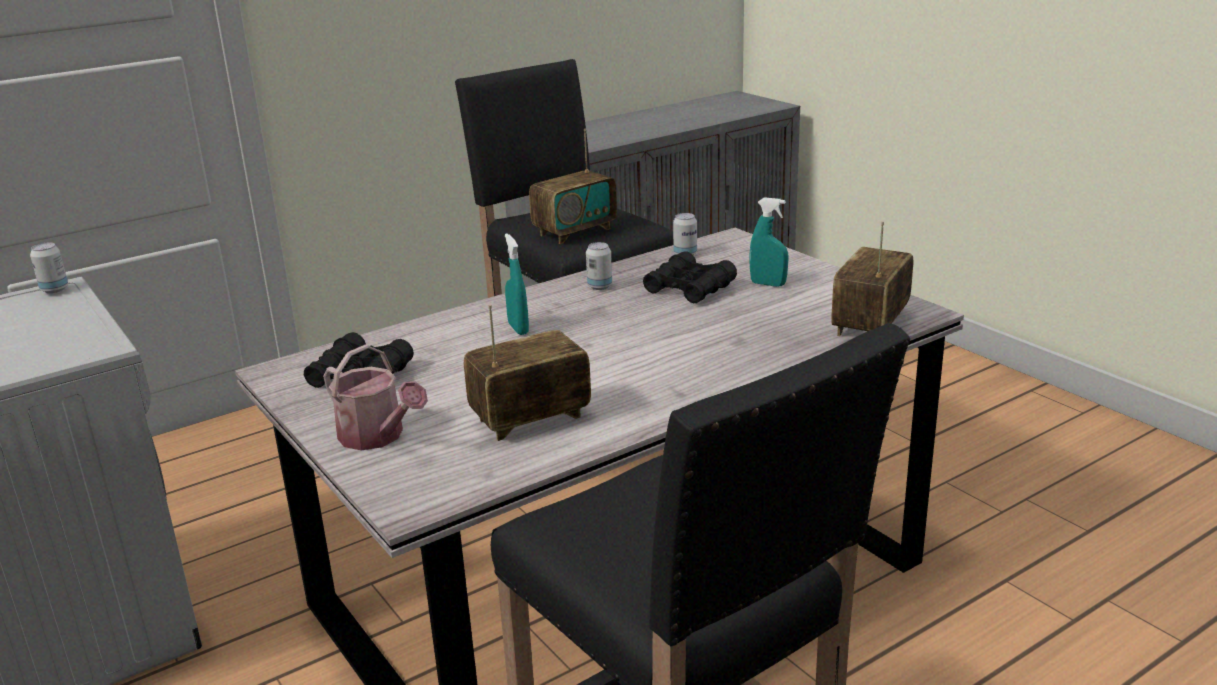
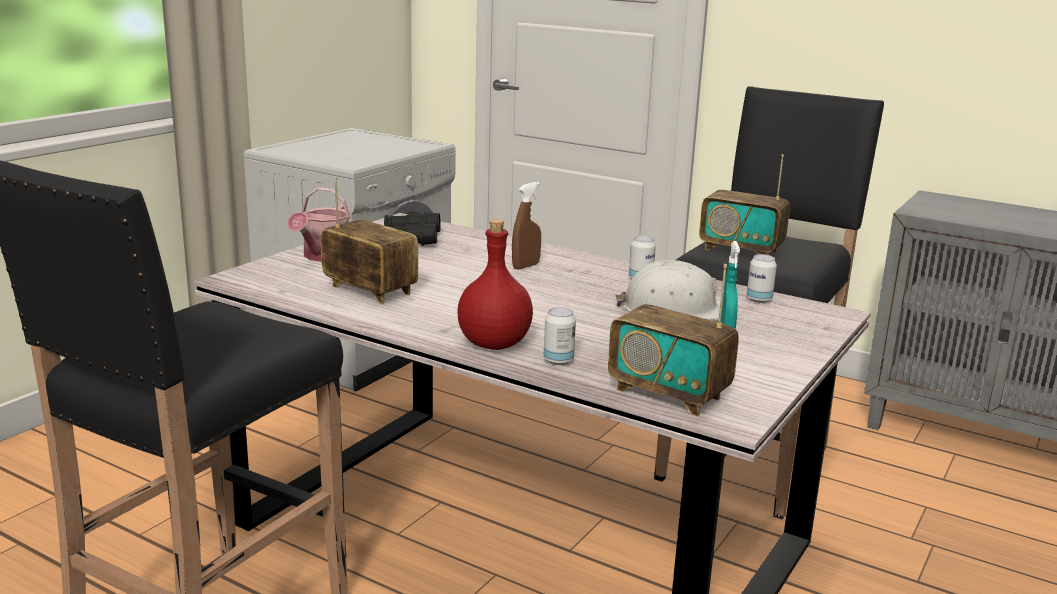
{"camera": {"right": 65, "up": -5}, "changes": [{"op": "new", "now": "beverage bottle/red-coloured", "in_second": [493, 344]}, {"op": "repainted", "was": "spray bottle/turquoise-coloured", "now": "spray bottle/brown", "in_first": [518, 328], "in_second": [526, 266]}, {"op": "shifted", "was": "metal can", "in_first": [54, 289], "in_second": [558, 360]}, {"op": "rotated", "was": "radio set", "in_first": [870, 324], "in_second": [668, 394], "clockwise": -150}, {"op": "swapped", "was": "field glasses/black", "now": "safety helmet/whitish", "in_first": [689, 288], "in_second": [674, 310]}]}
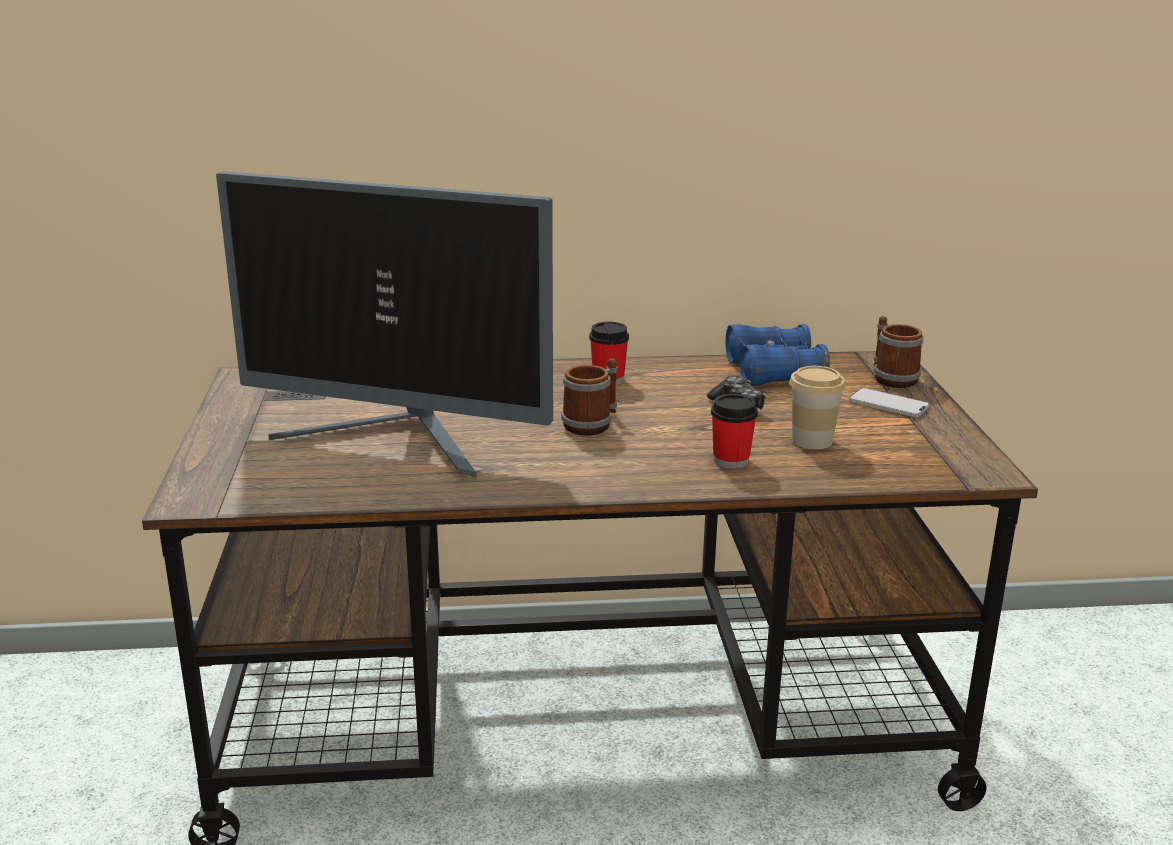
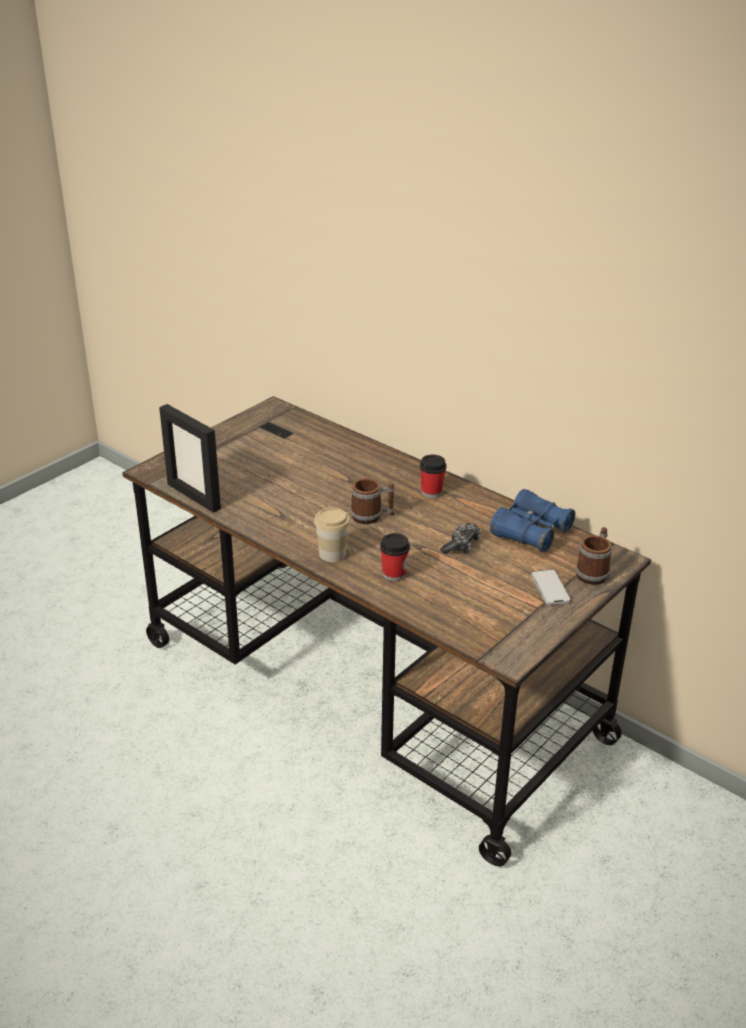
{"camera": {"right": 45, "up": 10}, "changes": [{"op": "new", "now": "photo frame", "in_second": [195, 495]}, {"op": "shifted", "was": "drinking cup", "in_first": [812, 440], "in_second": [332, 554]}, {"op": "gone", "was": "computer display", "in_first": [399, 440]}]}
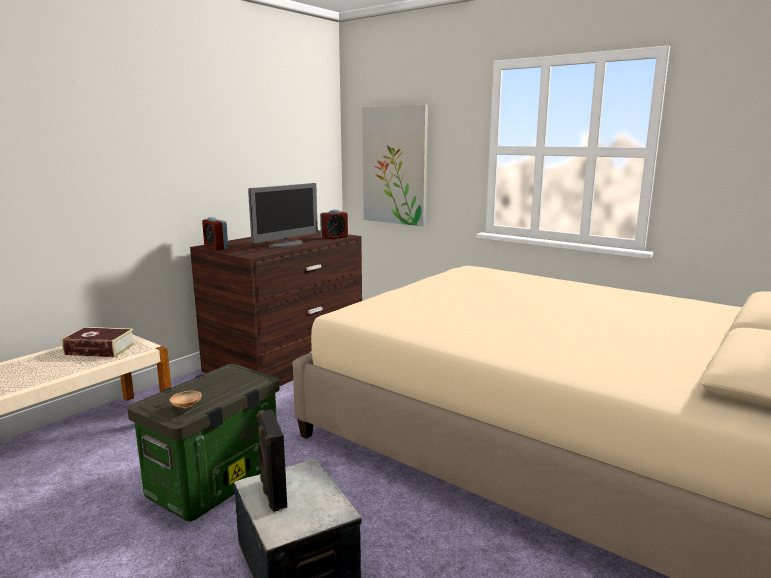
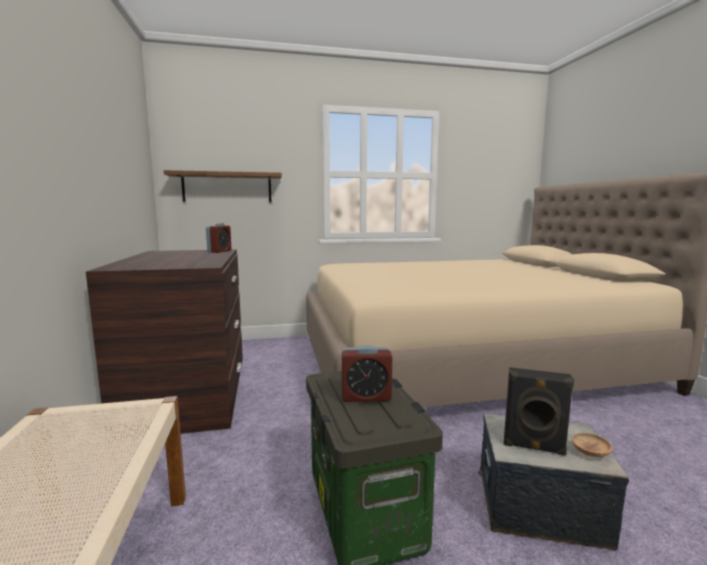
{"camera": {"right": -50, "up": -5}, "changes": [{"op": "swapped", "was": "wall art", "now": "shelf", "in_first": [395, 165], "in_second": [227, 187]}, {"op": "shifted", "was": "alarm clock", "in_first": [216, 248], "in_second": [366, 397]}, {"op": "shifted", "was": "bowl/brown", "in_first": [186, 406], "in_second": [590, 453]}, {"op": "gone", "was": "book", "in_first": [100, 349]}, {"op": "gone", "was": "computer display", "in_first": [286, 244]}]}
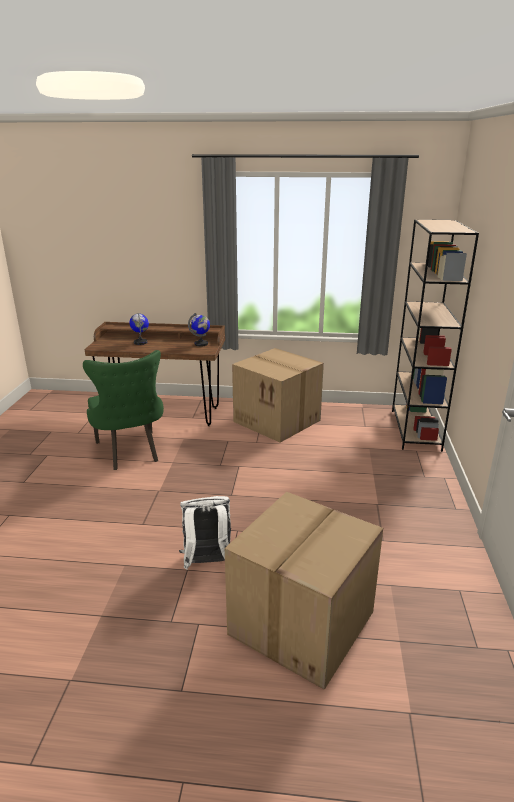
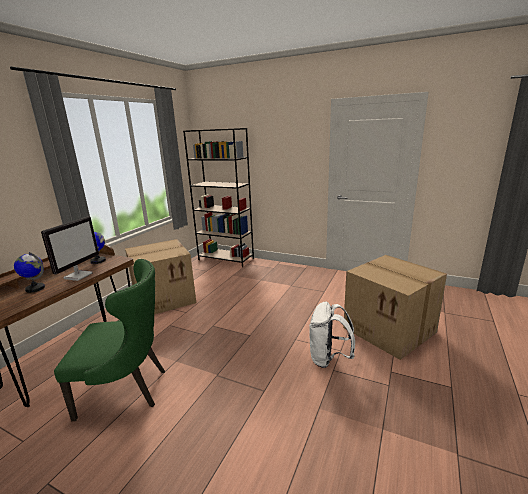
{"camera": {"right": -70, "up": -5}, "changes": [{"op": "new", "now": "computer display", "in_second": [78, 275]}]}
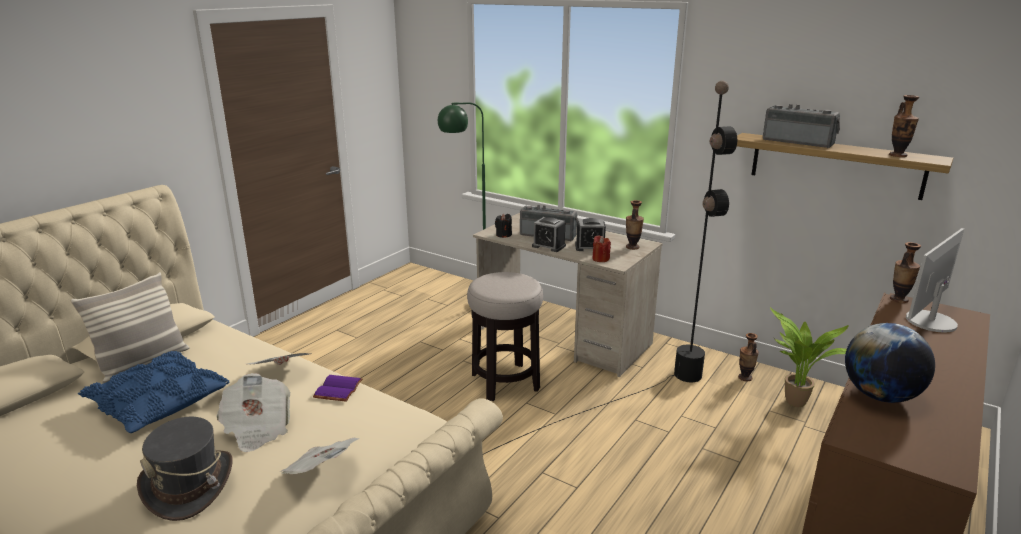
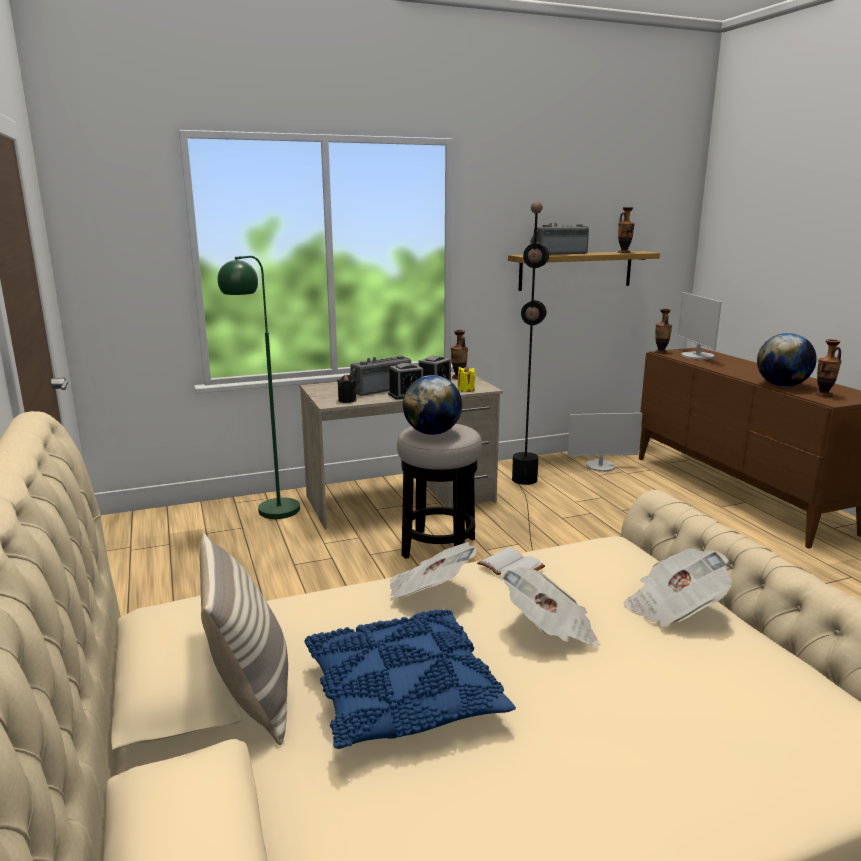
{"camera": {"right": -55, "up": -5}, "changes": [{"op": "new", "now": "world globe", "in_second": [432, 433]}, {"op": "repainted", "was": "wax light/red-coloured", "now": "wax light/yellow-coloured", "in_first": [600, 259], "in_second": [466, 389]}, {"op": "repainted", "was": "book/purplish", "now": "book/whitish", "in_first": [339, 390], "in_second": [512, 566]}, {"op": "swapped", "was": "potted plant", "now": "computer display", "in_first": [794, 404], "in_second": [600, 466]}, {"op": "shifted", "was": "decorative vase", "in_first": [745, 378], "in_second": [823, 395]}, {"op": "gone", "was": "hat/gray", "in_first": [189, 485]}]}
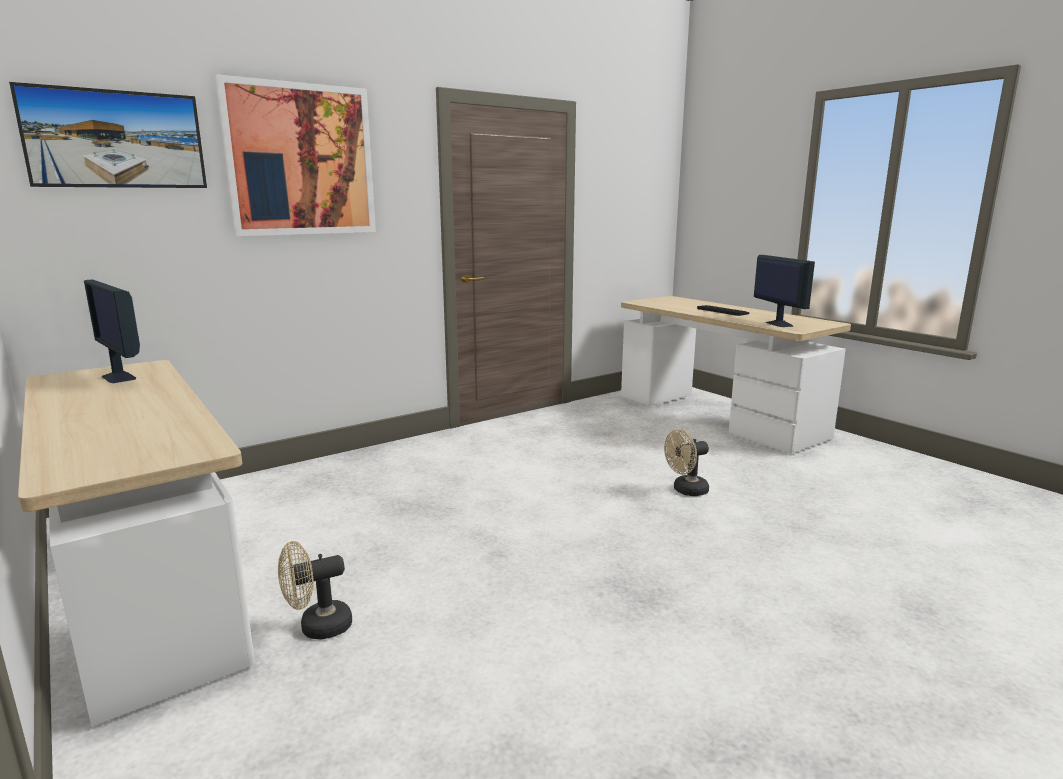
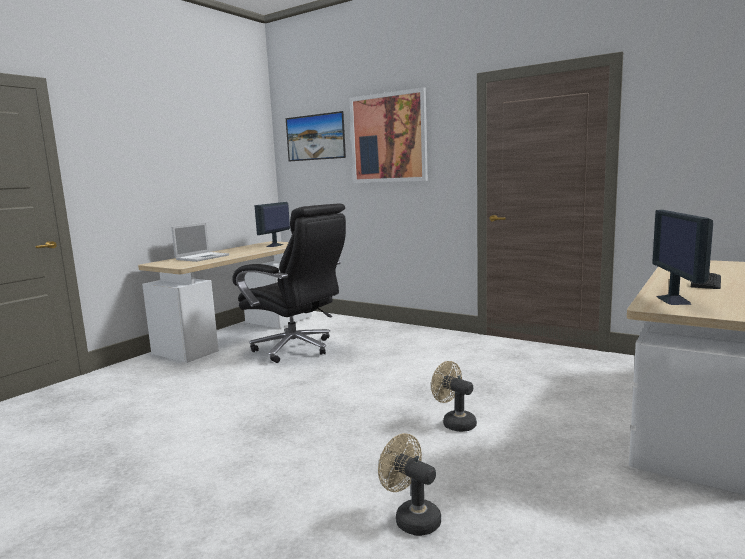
{"camera": {"right": 70, "up": -5}, "changes": [{"op": "new", "now": "portable computer", "in_second": [203, 257]}, {"op": "new", "now": "office chair/black", "in_second": [297, 350]}, {"op": "shifted", "was": "electric fan/sand-coloured", "in_first": [317, 627], "in_second": [411, 518]}, {"op": "rotated", "was": "computer display", "in_first": [778, 324], "in_second": [674, 300], "clockwise": 135}]}
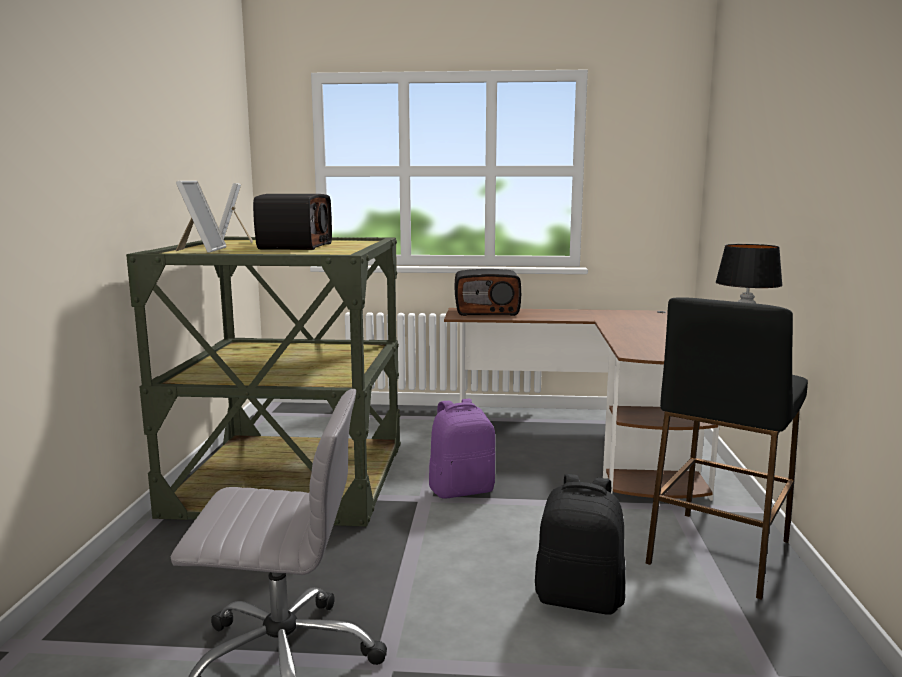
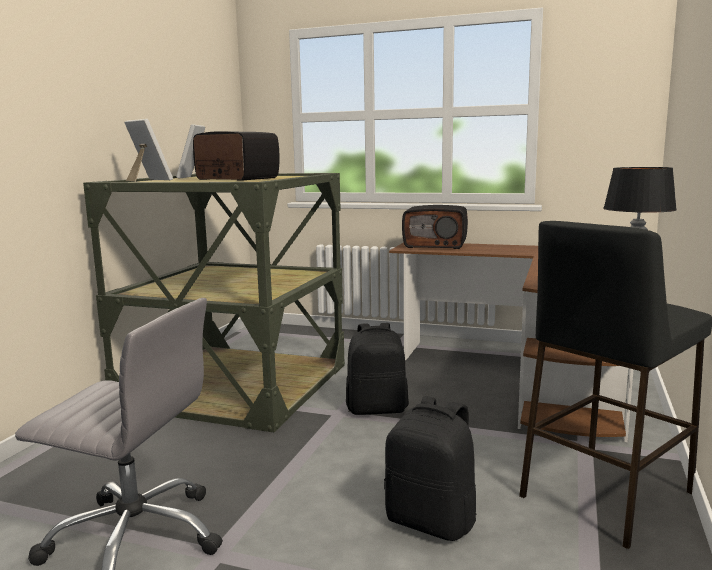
{"camera": {"right": 15, "up": 0}, "changes": [{"op": "rotated", "was": "photo frame", "in_first": [201, 250], "in_second": [148, 180], "clockwise": -60}, {"op": "rotated", "was": "radio set", "in_first": [294, 246], "in_second": [236, 179], "clockwise": -75}, {"op": "repainted", "was": "rucksack/purplish", "now": "rucksack/black", "in_first": [462, 490], "in_second": [377, 409]}]}
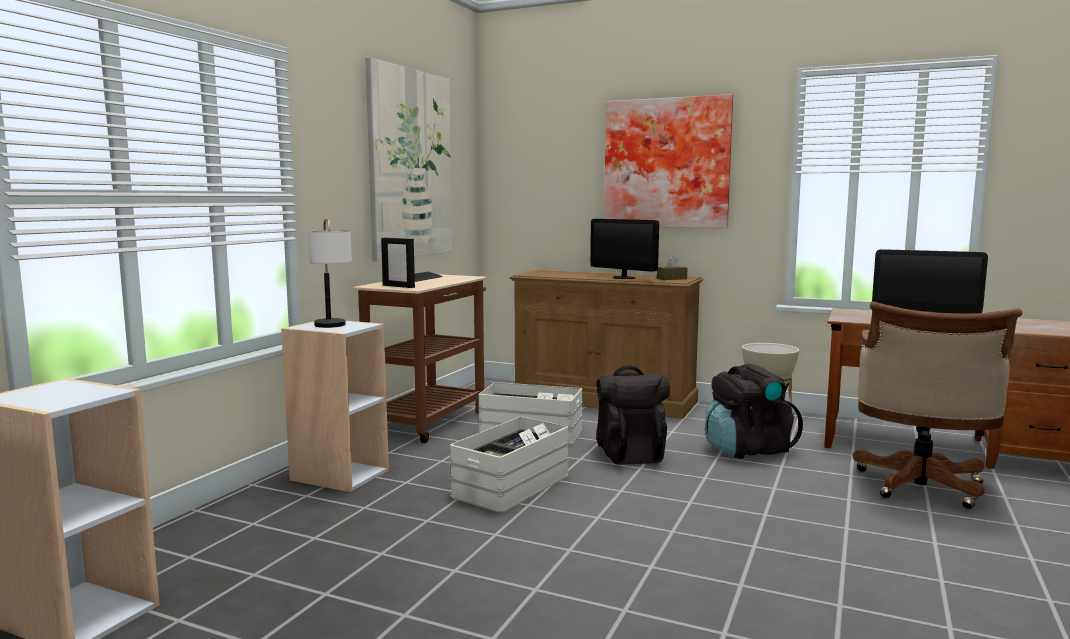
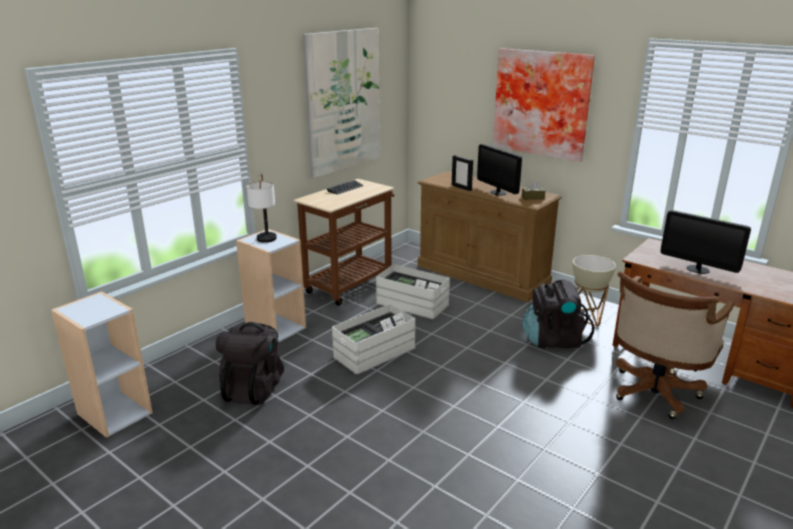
{"camera": {"right": 15, "up": 15}, "changes": [{"op": "shifted", "was": "rucksack/black", "in_first": [629, 453], "in_second": [253, 388]}, {"op": "shifted", "was": "photo frame", "in_first": [399, 286], "in_second": [461, 187]}]}
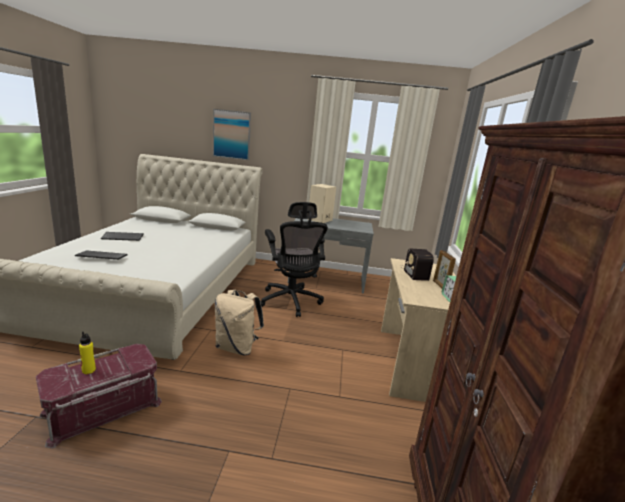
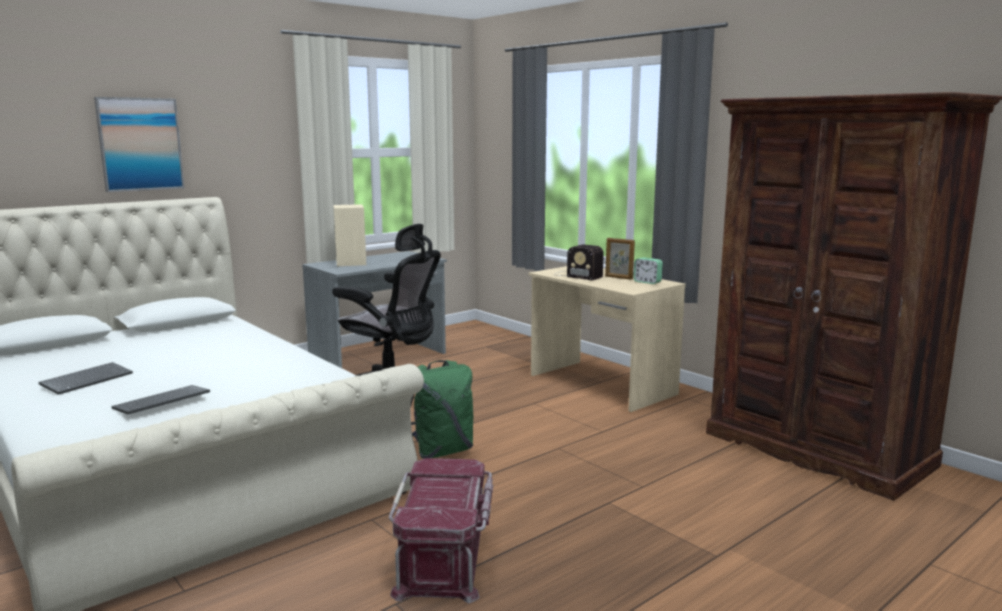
{"camera": {"right": -45, "up": -5}, "changes": [{"op": "repainted", "was": "rucksack/sand-coloured", "now": "rucksack/greenish", "in_first": [237, 348], "in_second": [441, 451]}, {"op": "gone", "was": "beverage bottle/yellow-coloured", "in_first": [89, 370]}]}
